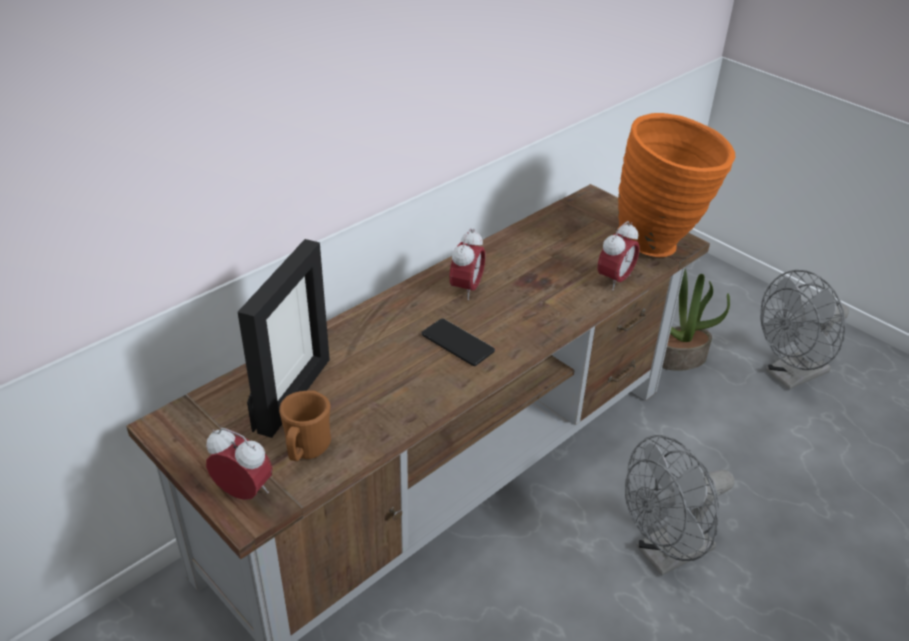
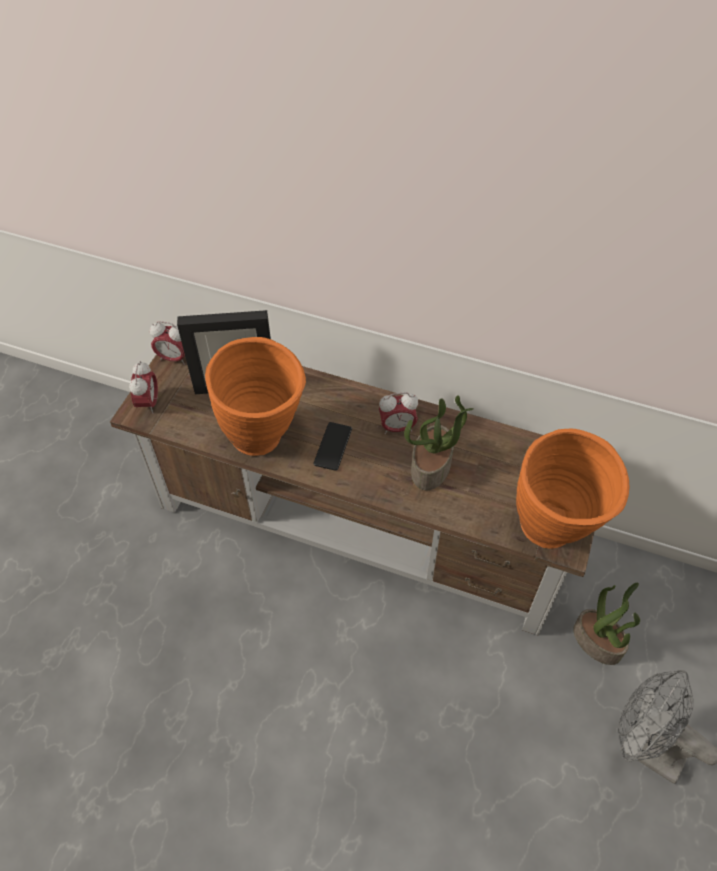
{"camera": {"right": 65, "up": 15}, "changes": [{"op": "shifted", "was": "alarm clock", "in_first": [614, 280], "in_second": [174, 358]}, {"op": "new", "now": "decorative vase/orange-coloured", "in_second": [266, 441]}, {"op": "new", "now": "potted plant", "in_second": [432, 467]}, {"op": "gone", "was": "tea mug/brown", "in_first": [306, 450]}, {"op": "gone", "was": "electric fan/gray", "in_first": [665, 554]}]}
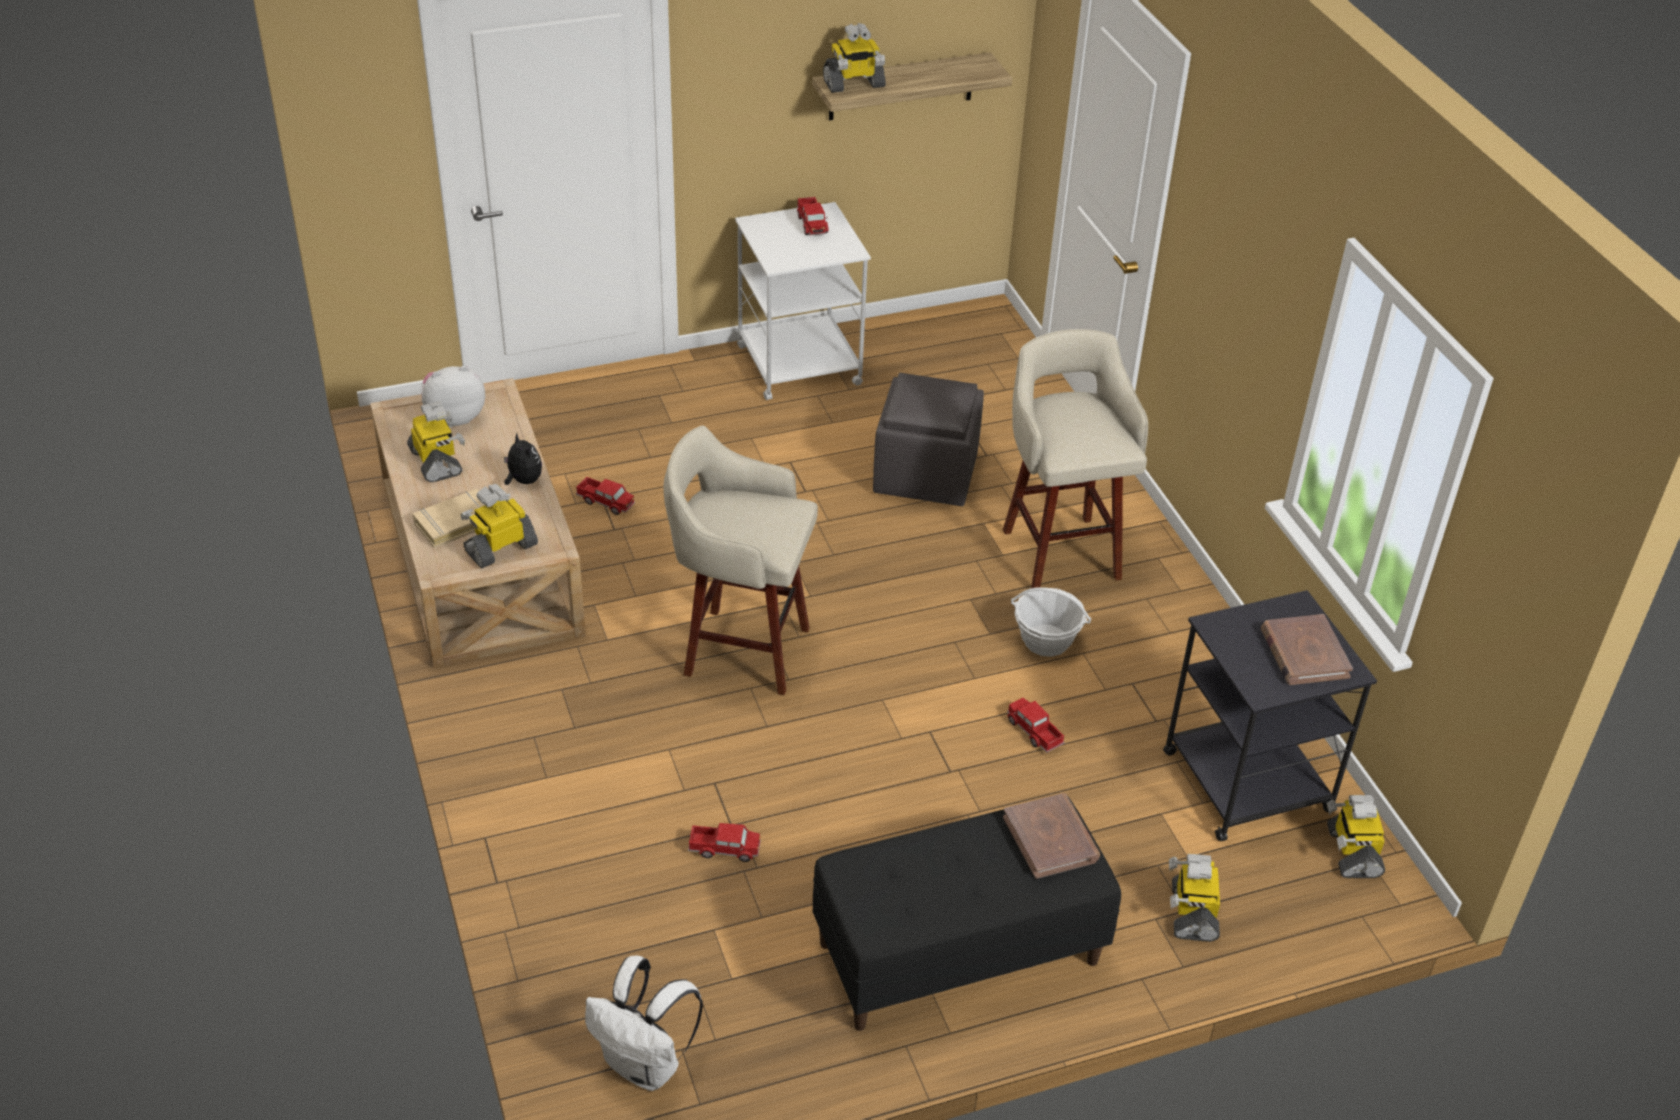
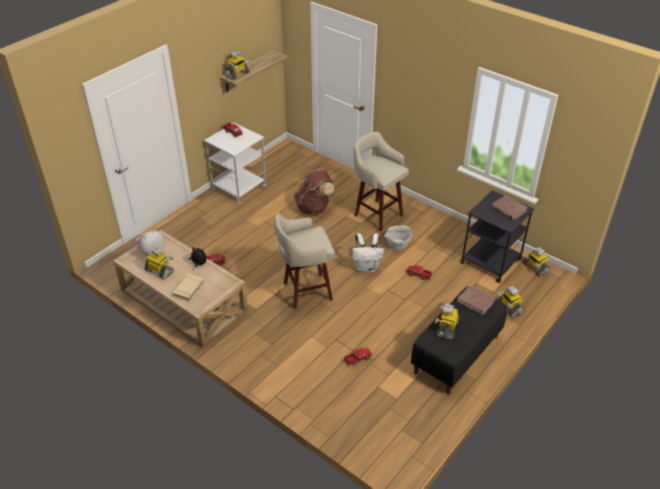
{"camera": {"right": -30, "up": 0}, "changes": [{"op": "swapped", "was": "footrest/gray", "now": "rucksack/brown", "in_first": [926, 475], "in_second": [314, 207]}, {"op": "shifted", "was": "rucksack/whitish", "in_first": [646, 1065], "in_second": [366, 267]}, {"op": "shifted", "was": "model robot", "in_first": [501, 548], "in_second": [447, 328]}]}
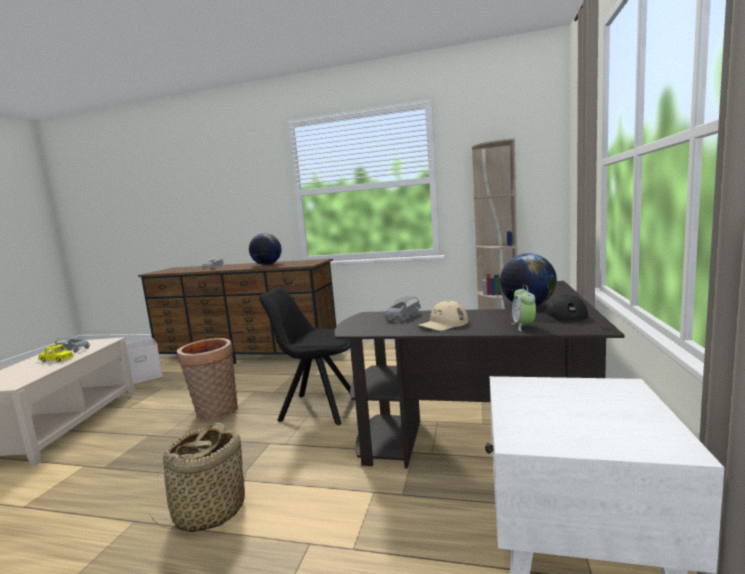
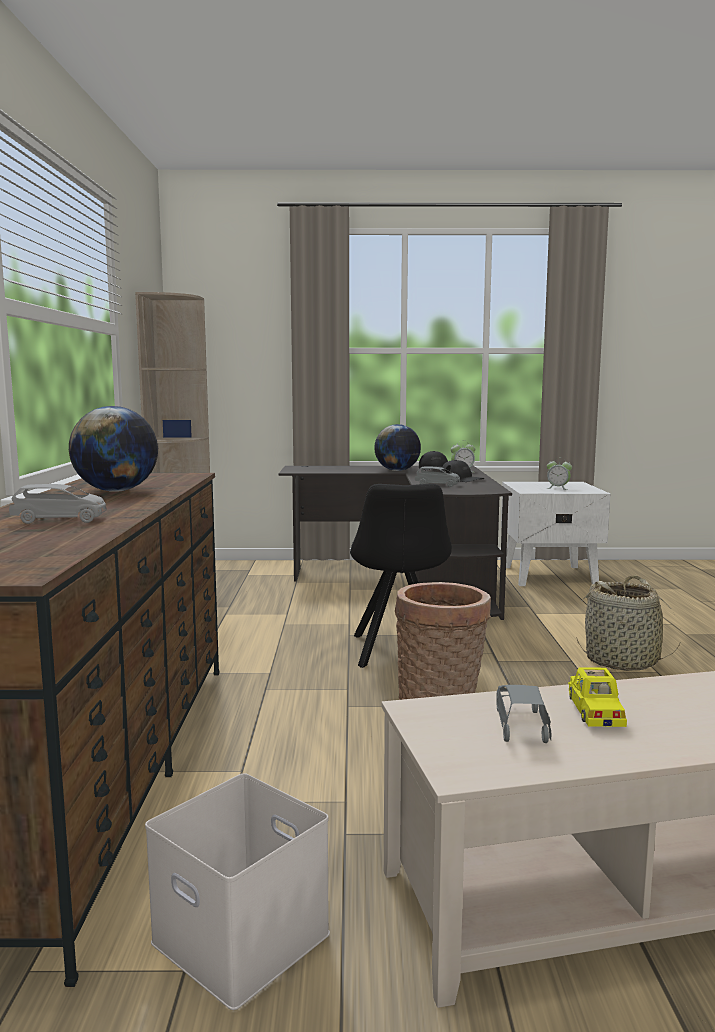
{"camera": {"right": -105, "up": 0}, "changes": [{"op": "repainted", "was": "baseball cap/sand-coloured", "now": "baseball cap/black", "in_first": [443, 324], "in_second": [461, 479]}, {"op": "new", "now": "alarm clock", "in_second": [558, 488]}]}
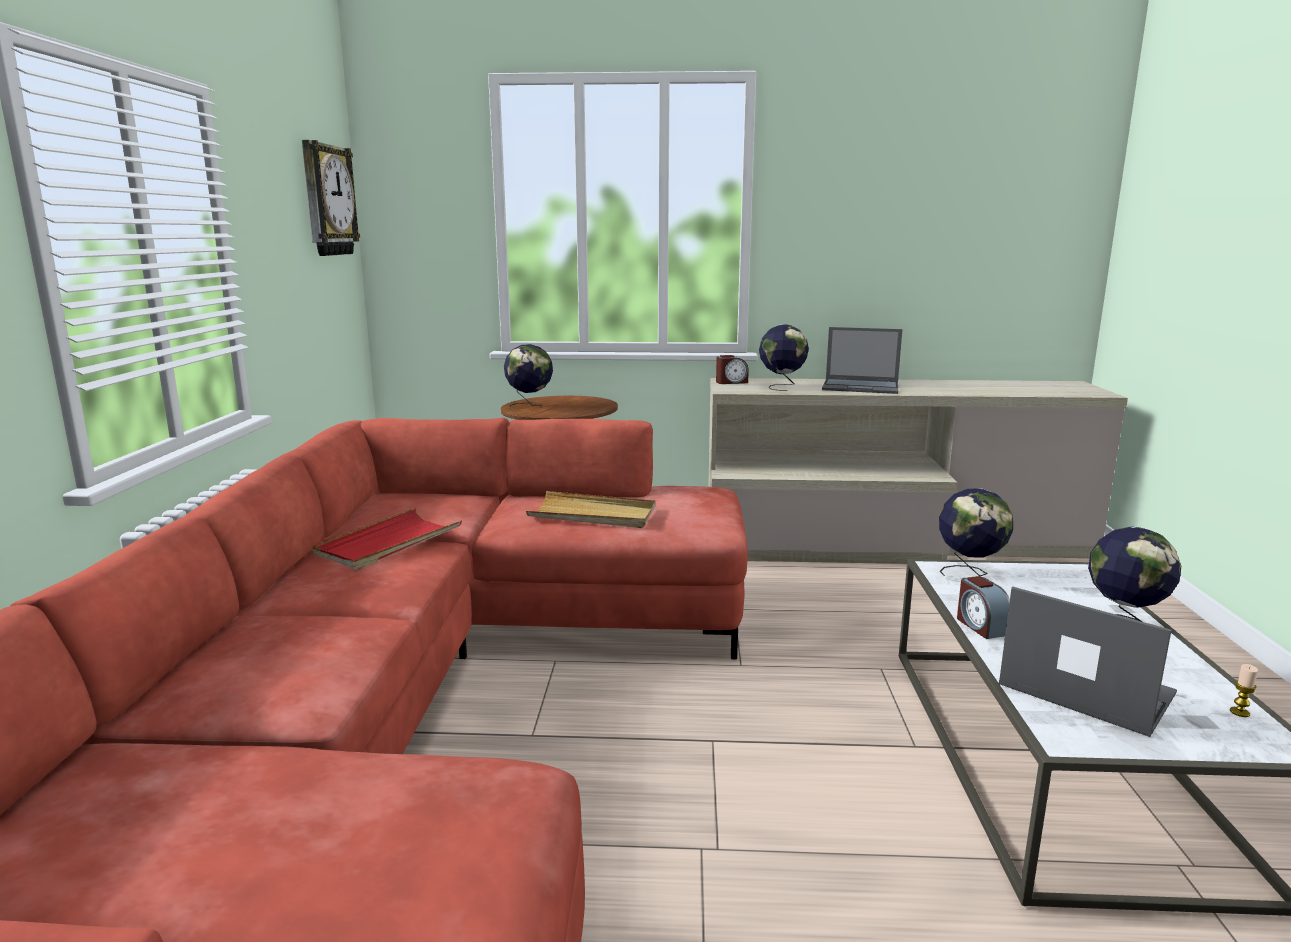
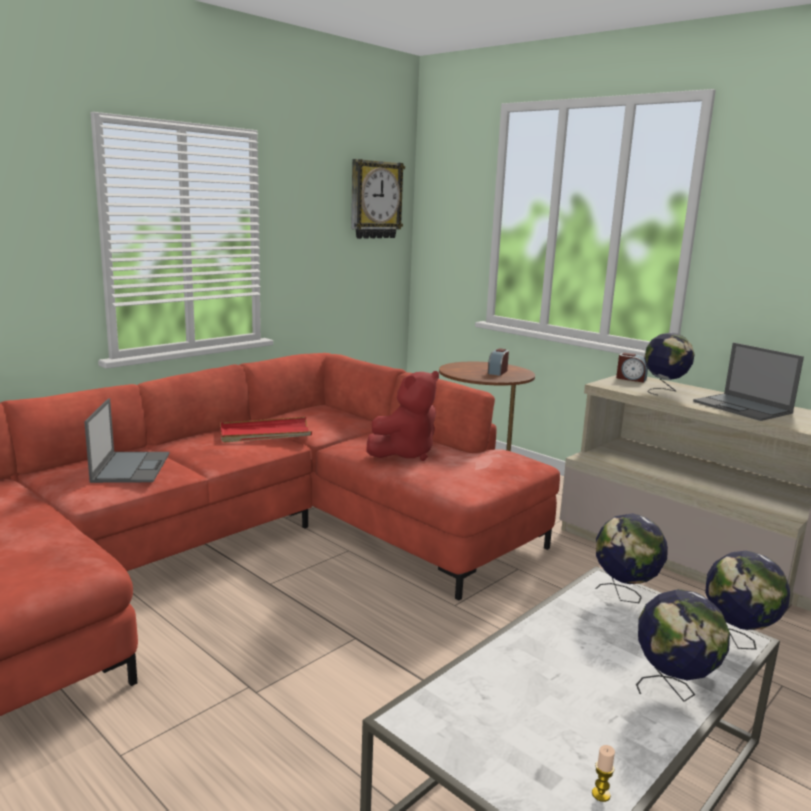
{"camera": {"right": 40, "up": 0}, "changes": [{"op": "shifted", "was": "portable computer", "in_first": [1083, 688], "in_second": [131, 467]}, {"op": "swapped", "was": "carrying tray/sand-coloured", "now": "cuddly toy/red-coloured", "in_first": [593, 515], "in_second": [405, 453]}, {"op": "shifted", "was": "alarm clock", "in_first": [980, 626], "in_second": [497, 372]}, {"op": "shifted", "was": "world globe", "in_first": [530, 405], "in_second": [737, 642]}]}
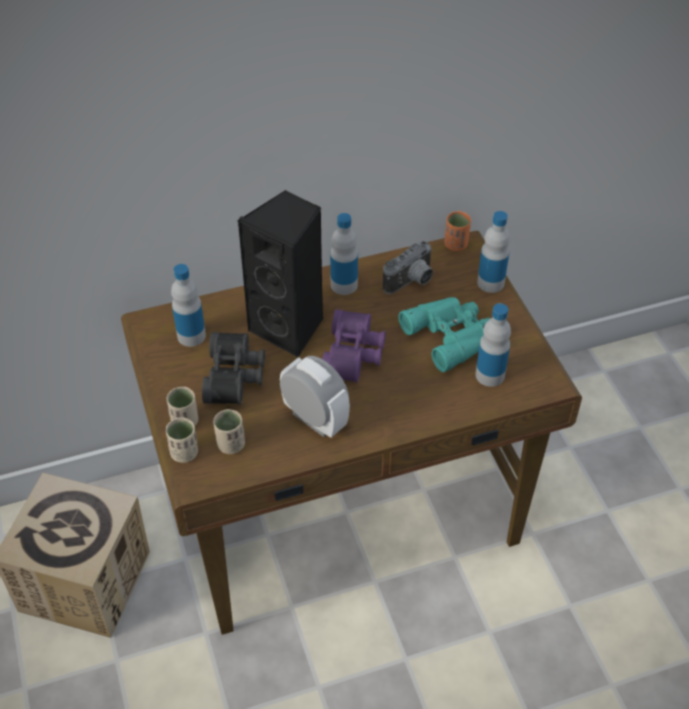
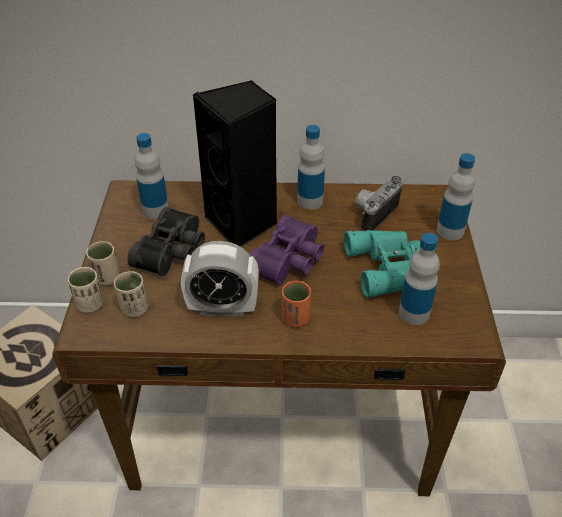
{"camera": {"right": 20, "up": -5}, "changes": [{"op": "rotated", "was": "alarm clock", "in_first": [315, 419], "in_second": [223, 307], "clockwise": 120}, {"op": "shifted", "was": "drinking cup/orange-coloured", "in_first": [456, 245], "in_second": [295, 318]}, {"op": "rotated", "was": "still camera", "in_first": [411, 282], "in_second": [373, 213], "clockwise": 150}]}
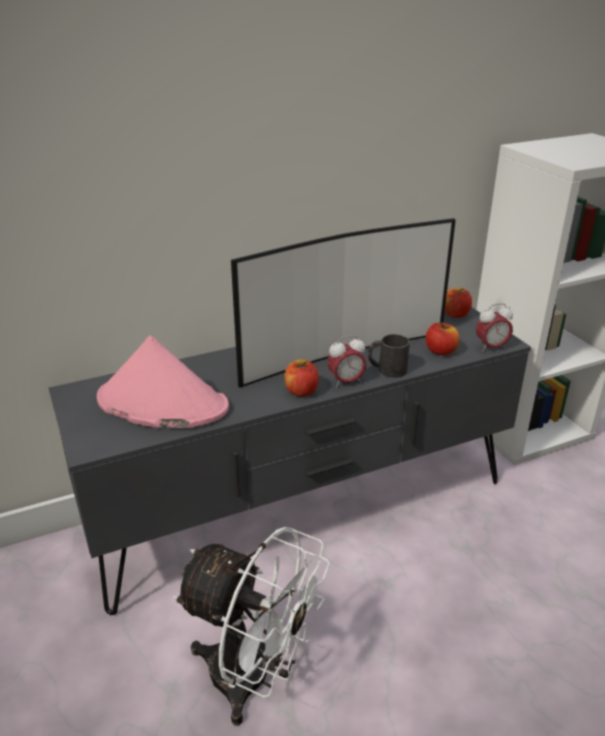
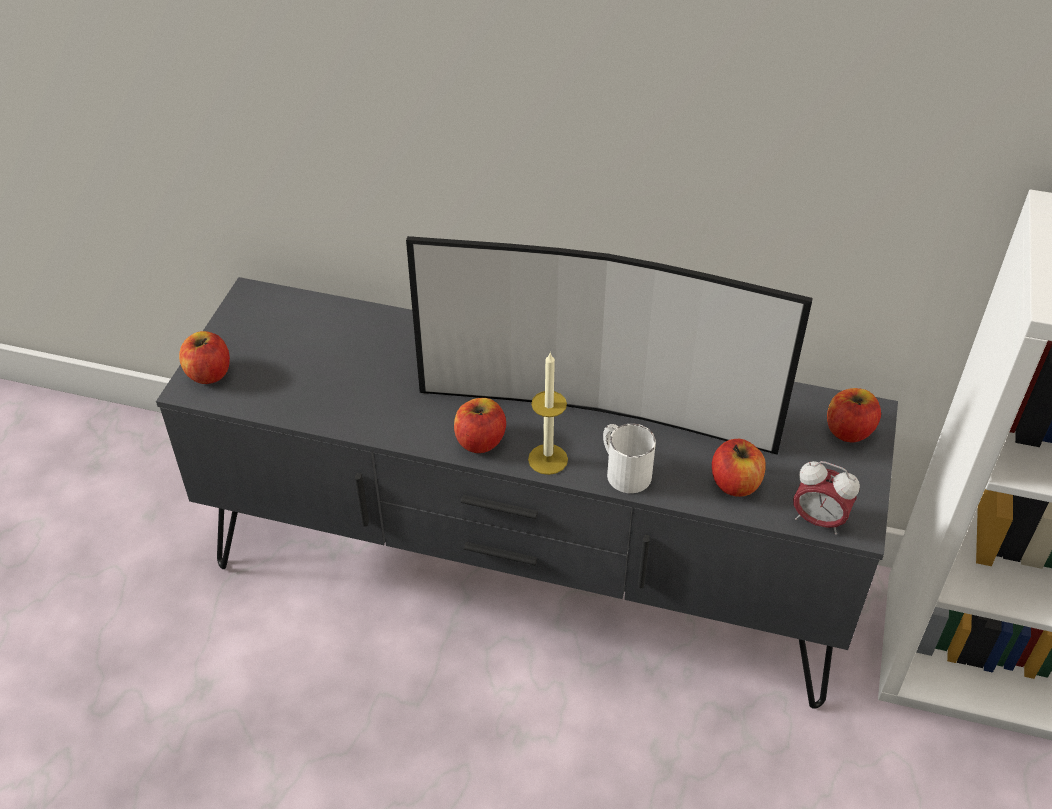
{"camera": {"right": 40, "up": 15}, "changes": [{"op": "new", "now": "apple fruit", "in_second": [208, 373]}, {"op": "swapped", "was": "alarm clock", "now": "wax light", "in_first": [346, 382], "in_second": [548, 459]}, {"op": "repainted", "was": "tea mug/black", "now": "tea mug/whitish", "in_first": [386, 369], "in_second": [623, 469]}, {"op": "gone", "was": "hat/pinkish", "in_first": [161, 403]}, {"op": "gone", "was": "electric fan/whitish", "in_first": [254, 679]}]}
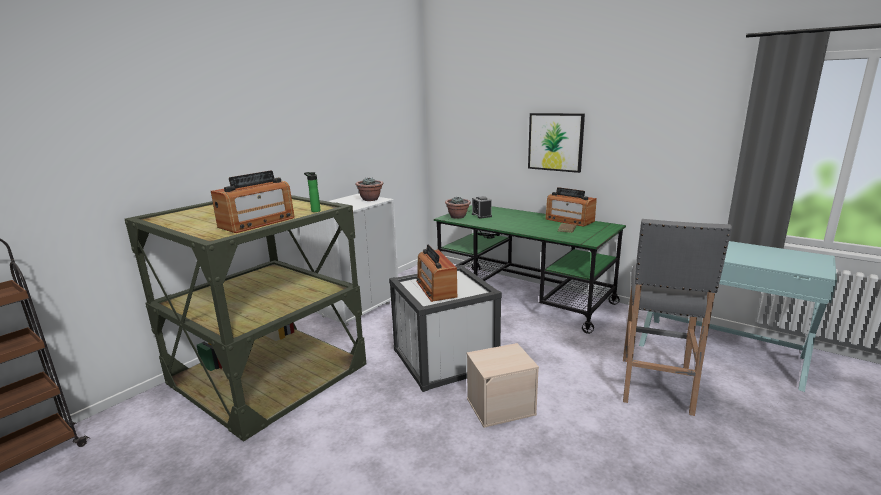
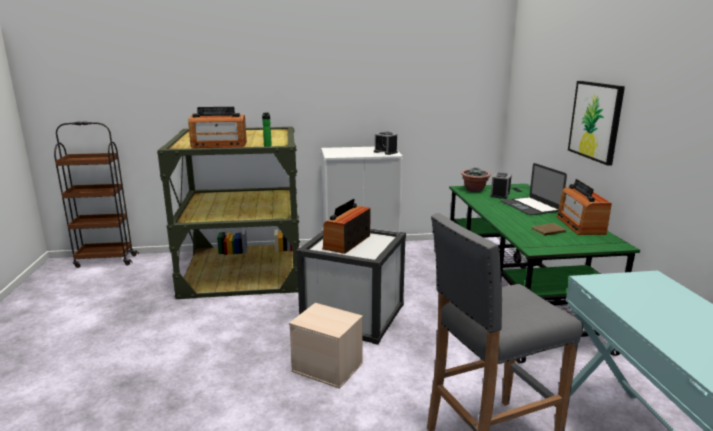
{"camera": {"right": 45, "up": 0}, "changes": [{"op": "swapped", "was": "potted plant", "now": "alarm clock", "in_first": [370, 199], "in_second": [385, 152]}, {"op": "new", "now": "portable computer", "in_second": [530, 206]}]}
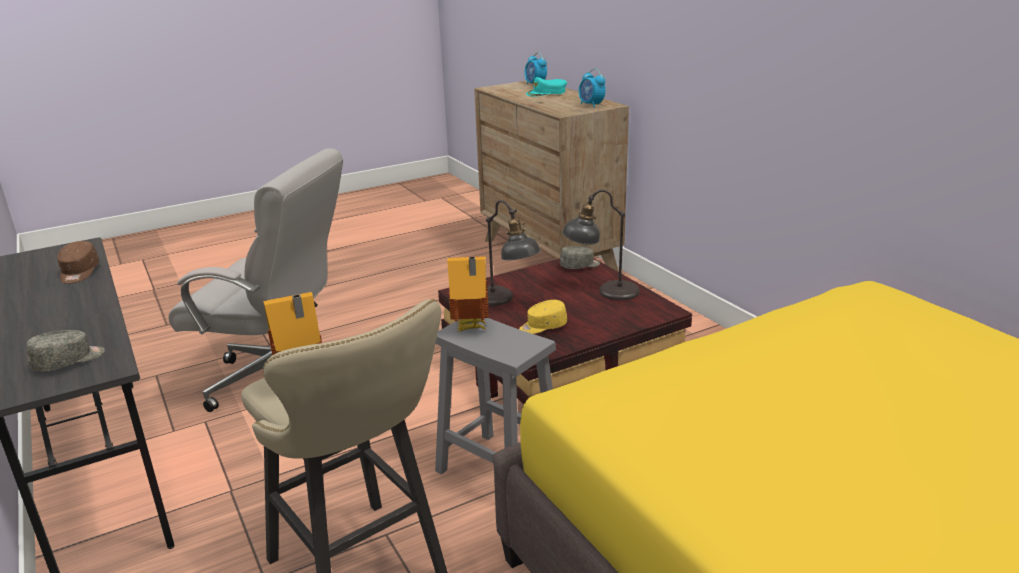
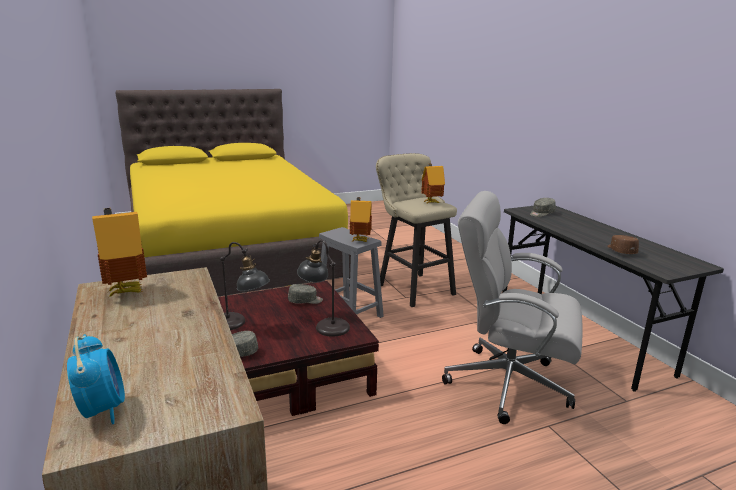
{"camera": {"right": -175, "up": -5}, "changes": [{"op": "swapped", "was": "alarm clock", "now": "model house", "in_first": [591, 105], "in_second": [126, 291]}, {"op": "repainted", "was": "baseball cap/yellow-coloured", "now": "baseball cap/gray", "in_first": [543, 326], "in_second": [305, 301]}, {"op": "gone", "was": "baseball cap/turquoise-coloured", "in_first": [546, 93]}]}
